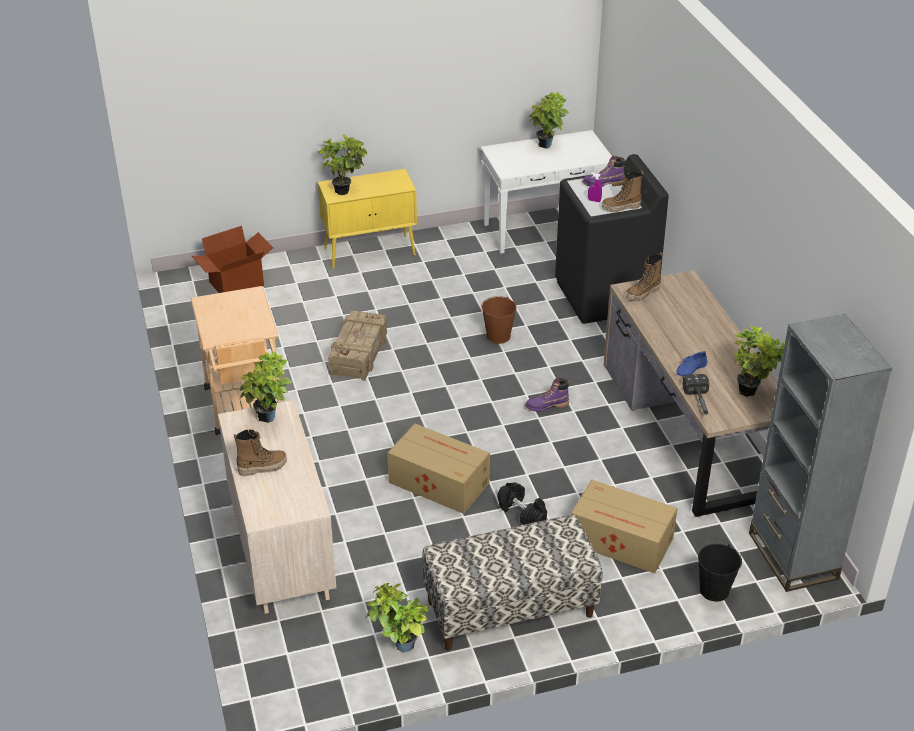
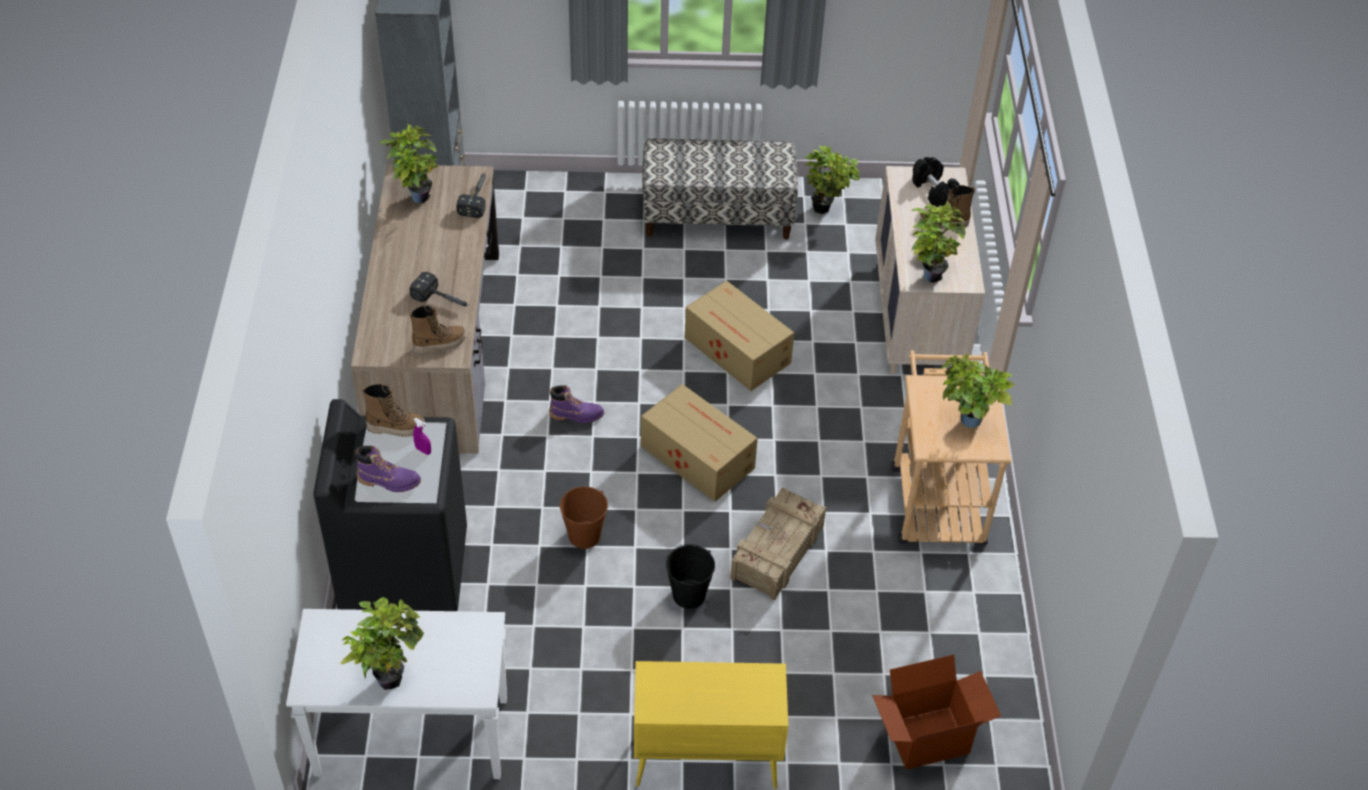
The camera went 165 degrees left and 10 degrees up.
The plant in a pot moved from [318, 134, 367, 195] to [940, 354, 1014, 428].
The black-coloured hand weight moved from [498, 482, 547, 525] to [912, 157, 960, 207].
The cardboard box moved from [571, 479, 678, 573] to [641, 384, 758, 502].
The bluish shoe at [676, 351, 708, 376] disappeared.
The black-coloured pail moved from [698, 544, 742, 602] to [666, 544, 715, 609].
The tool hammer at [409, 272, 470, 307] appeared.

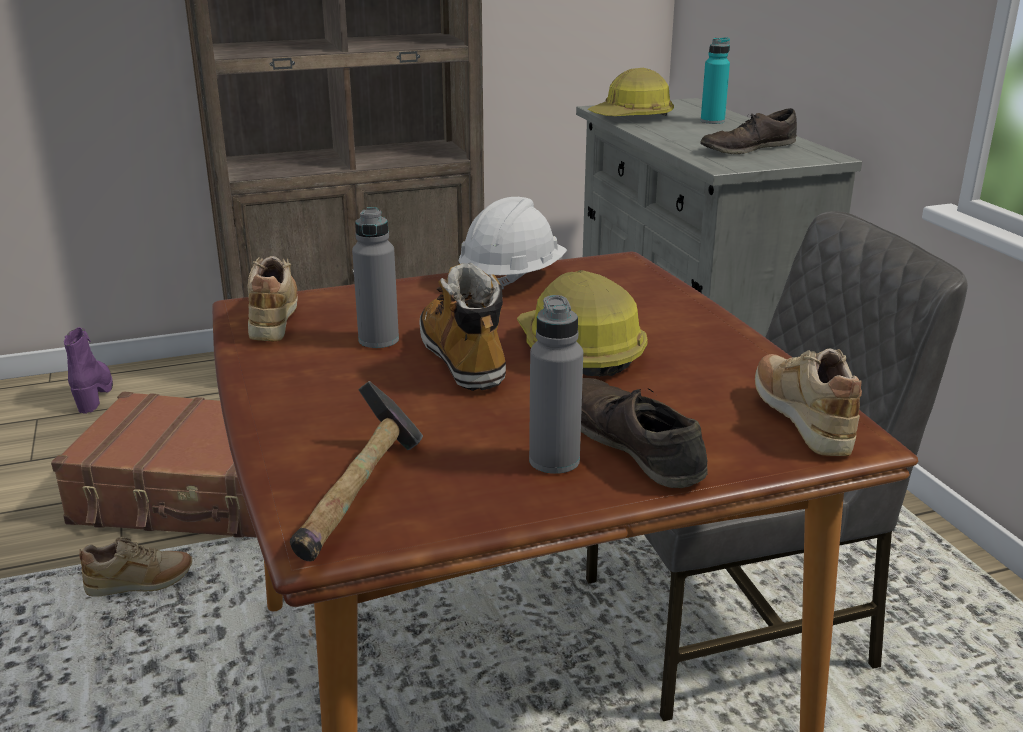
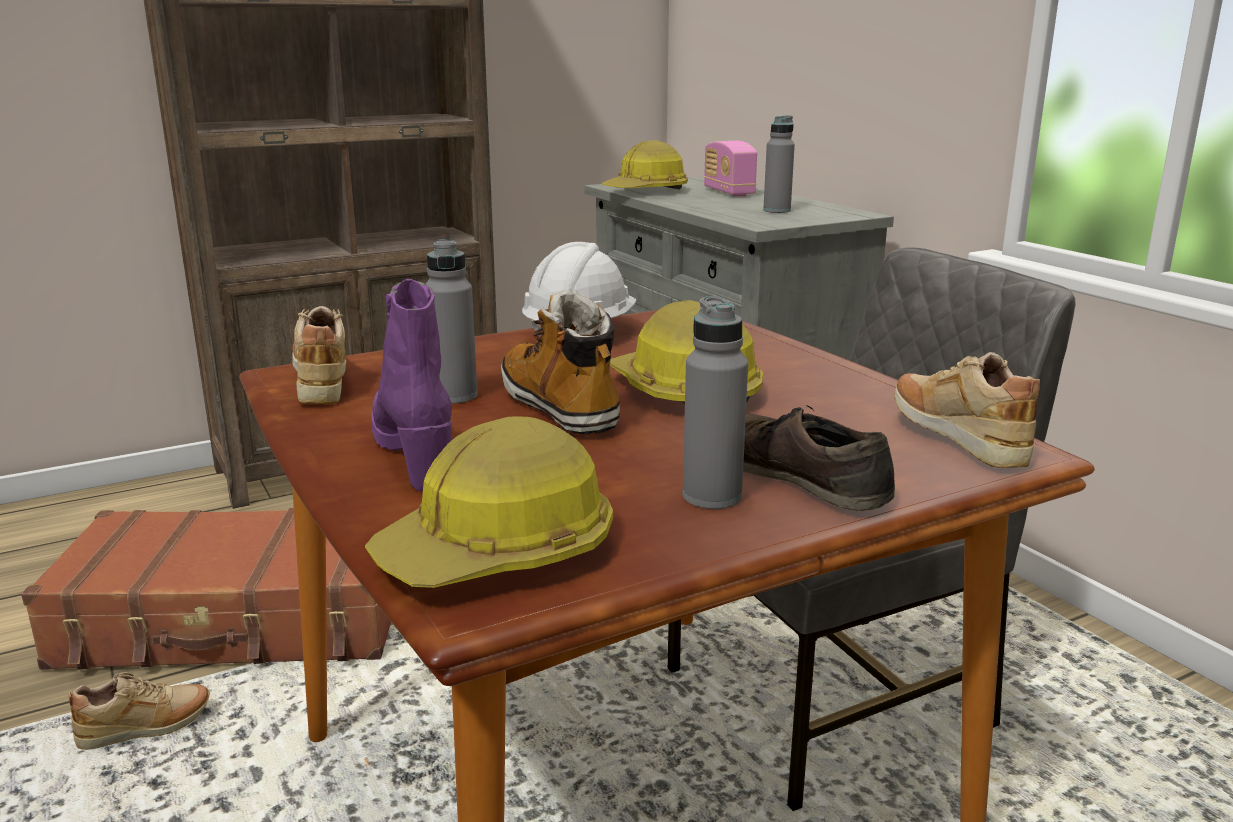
The camera went 10 degrees left and 5 degrees down.
The purplish high-top boot moved from [64, 327, 113, 413] to [372, 279, 452, 492].
The tool hammer at [290, 381, 423, 561] was replaced by the work helmet at [365, 416, 613, 588].
The brownish shoe at [700, 108, 797, 154] was replaced by the greyish bottle at [763, 115, 795, 213].
The turquoise bottle at [701, 37, 730, 124] was replaced by the radio set at [704, 141, 757, 196].

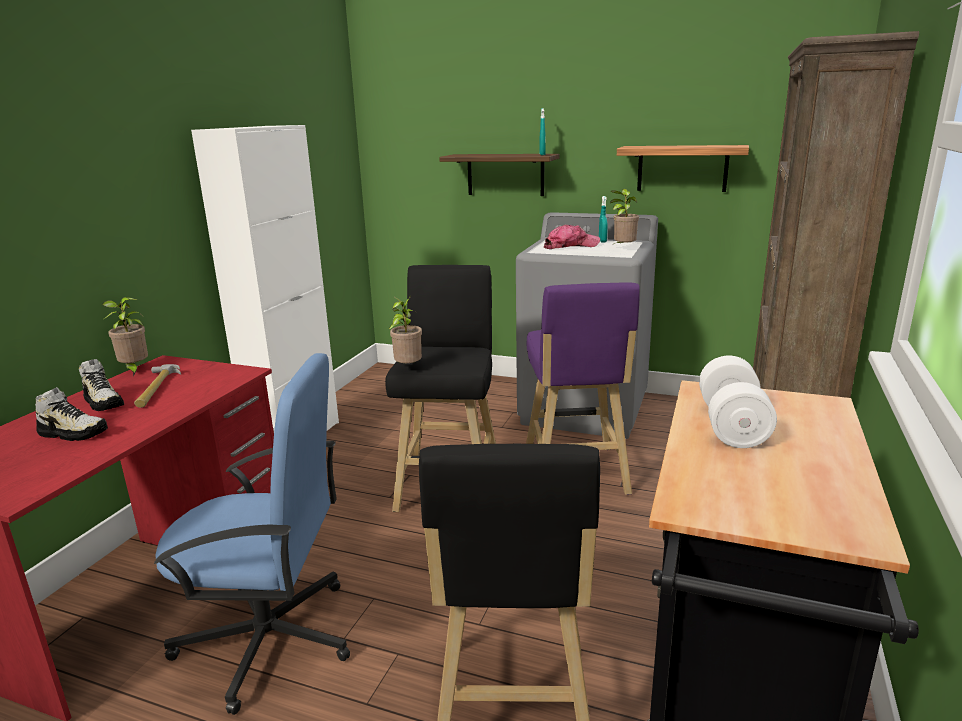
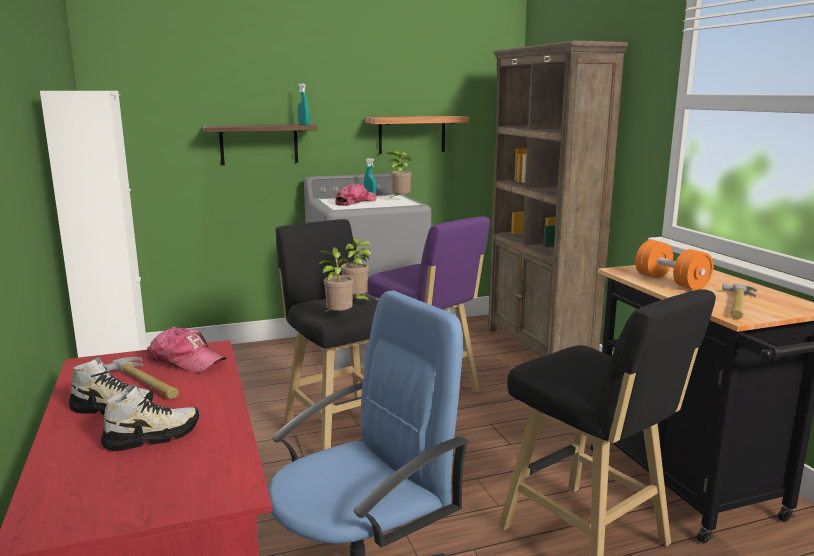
The camera went 40 degrees left and 5 degrees down.
The plant in a pot moved from [102, 297, 148, 376] to [341, 238, 372, 304].
The whitish hand weight at [699, 355, 777, 448] became the orangey hand weight at [635, 240, 713, 290].
The peaked cap at [147, 327, 226, 373] appeared.
The tool hammer at [722, 284, 757, 319] appeared.

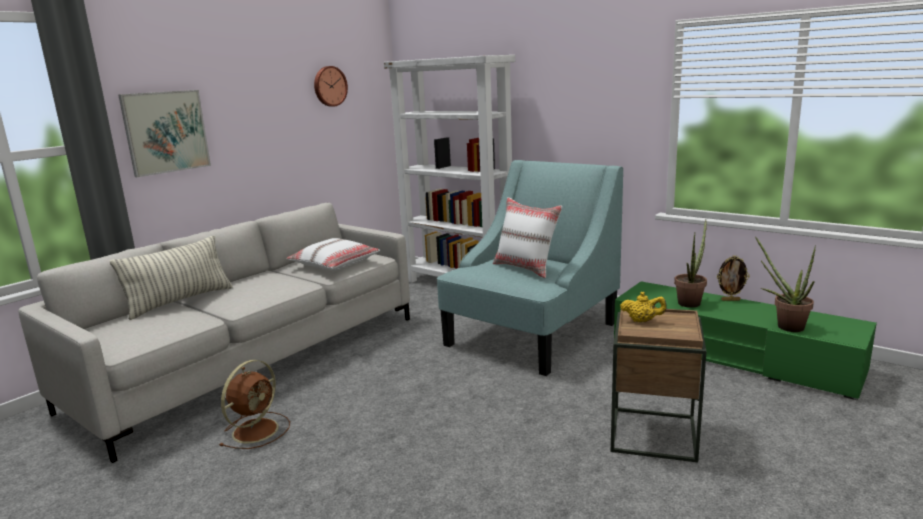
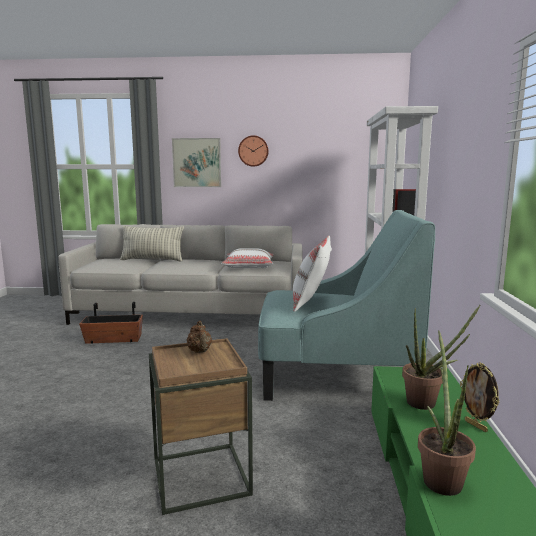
The camera went 55 degrees right and 5 degrees down.
The brownish cooling fan at [219, 360, 290, 449] was replaced by the planter at [79, 302, 143, 344].
The wall clock moved from [314, 66, 348, 106] to [238, 135, 269, 167].
The yellow pot for tea at [620, 292, 667, 323] became the brownish pot for tea at [186, 321, 212, 353].

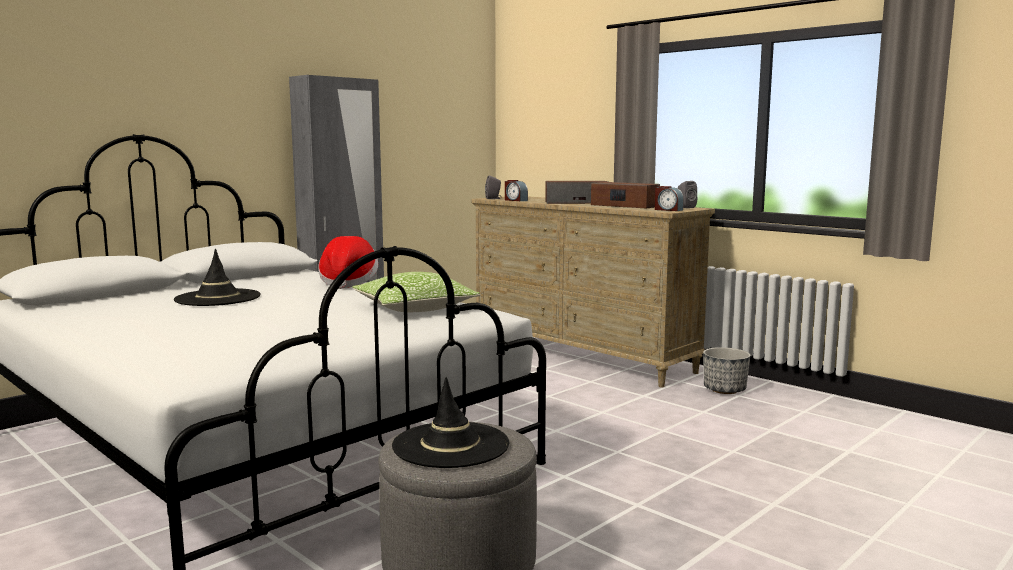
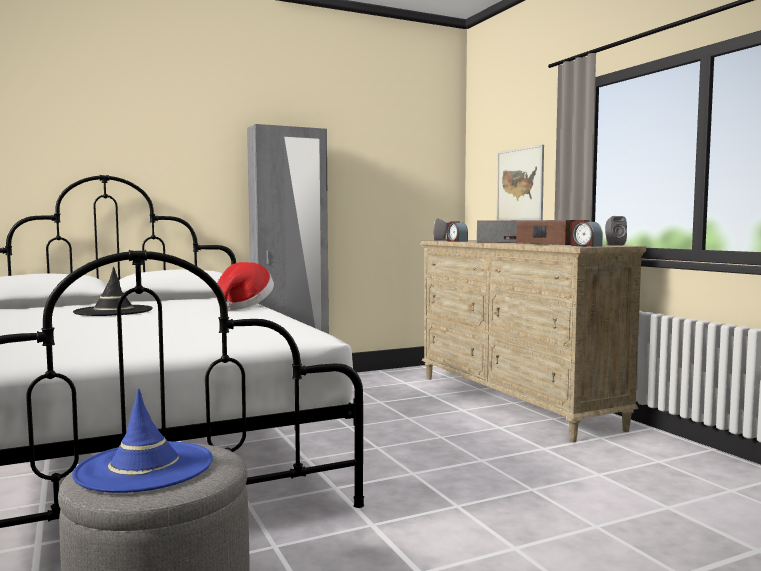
The camera went 20 degrees right and 5 degrees down.
The pillow at [352, 272, 480, 312] disappeared.
The black-coloured hat at [392, 377, 509, 468] became the bluish hat at [72, 388, 213, 493].
The planter at [703, 347, 750, 394] disappeared.
The wall art at [497, 145, 544, 220] appeared.

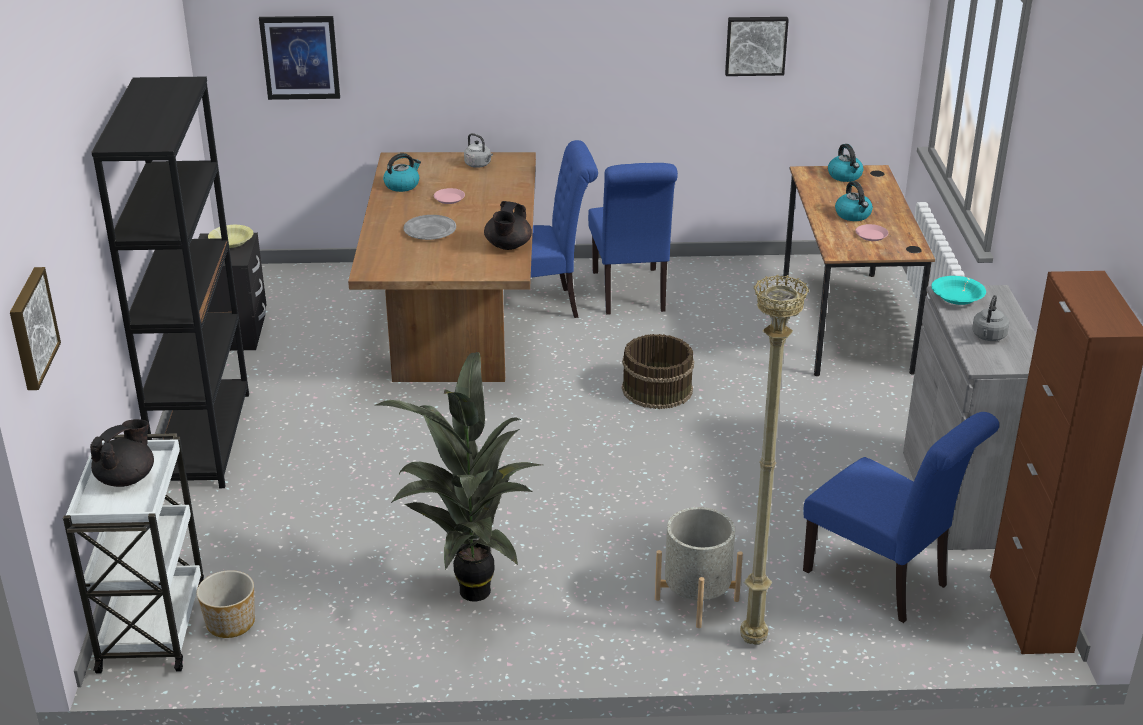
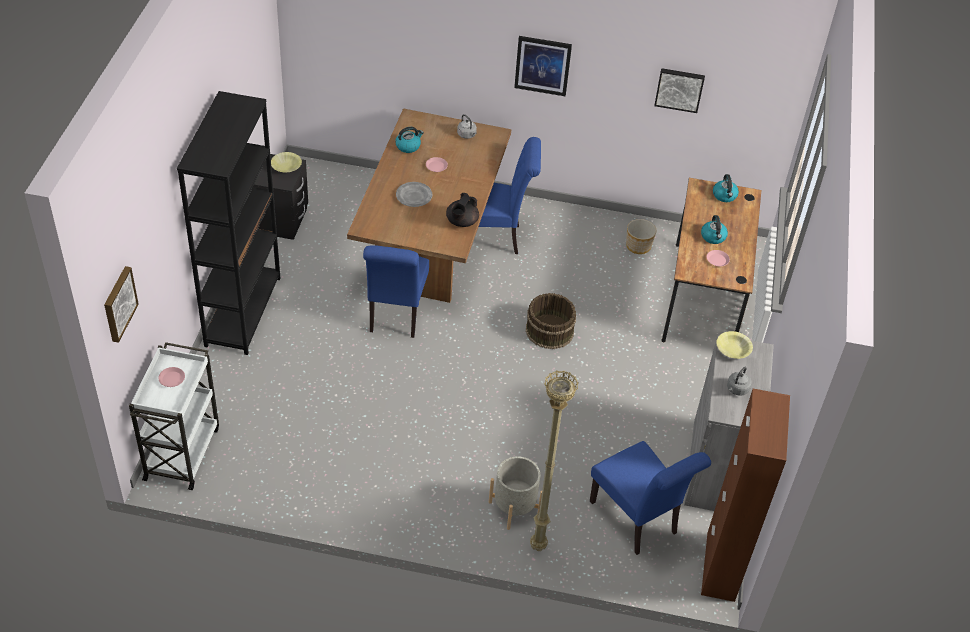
The camera went 10 degrees right and 15 degrees up.
The black-coloured pot for tea at [90, 419, 154, 487] was replaced by the pinkish plate at [158, 367, 185, 387].
The planter moved from [197, 570, 255, 638] to [626, 219, 656, 254].
The wall art moved from [259, 16, 340, 100] to [514, 36, 572, 96].
The plant in a pot at [375, 352, 542, 602] disappeared.
The bluish plain chair moved from [588, 163, 678, 315] to [363, 245, 429, 338].
The turquoise bowl at [931, 276, 986, 305] became the yellow bowl at [716, 331, 753, 359].

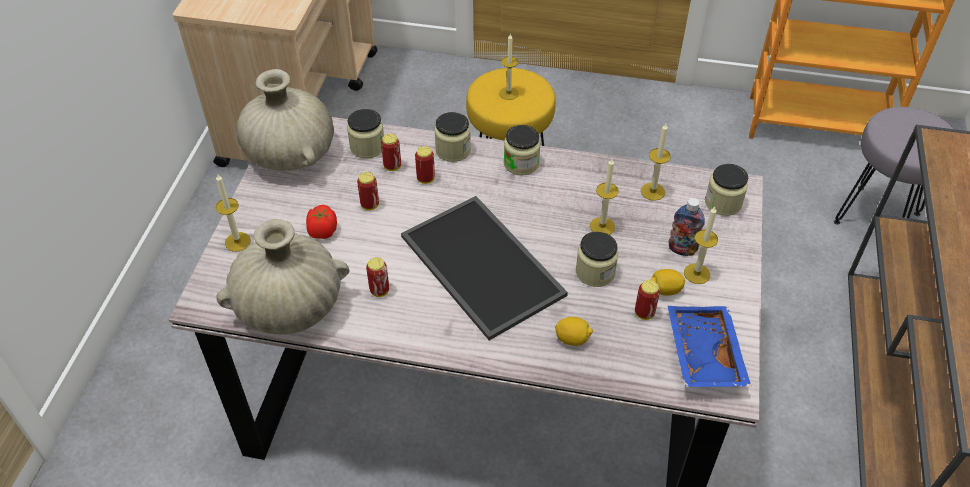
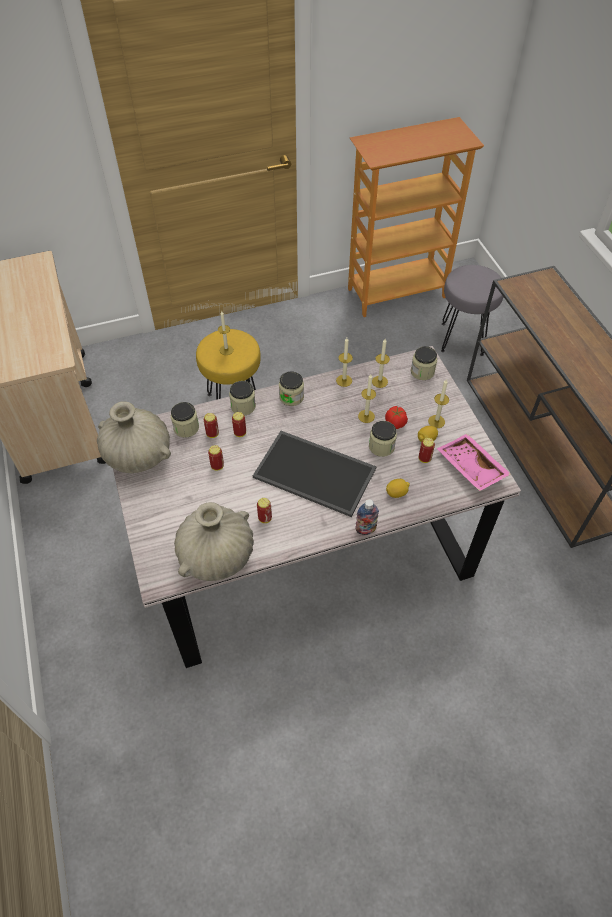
The camera went 30 degrees left and 5 degrees up.
The candle moved from [216, 173, 251, 252] to [336, 338, 353, 387].
The fresh tomato moved from [306, 205, 337, 239] to [385, 406, 408, 429].
The bluish serving tray at [668, 306, 751, 387] became the pinkish serving tray at [436, 434, 511, 491].
The bottle moved from [669, 198, 705, 256] to [355, 499, 379, 535].

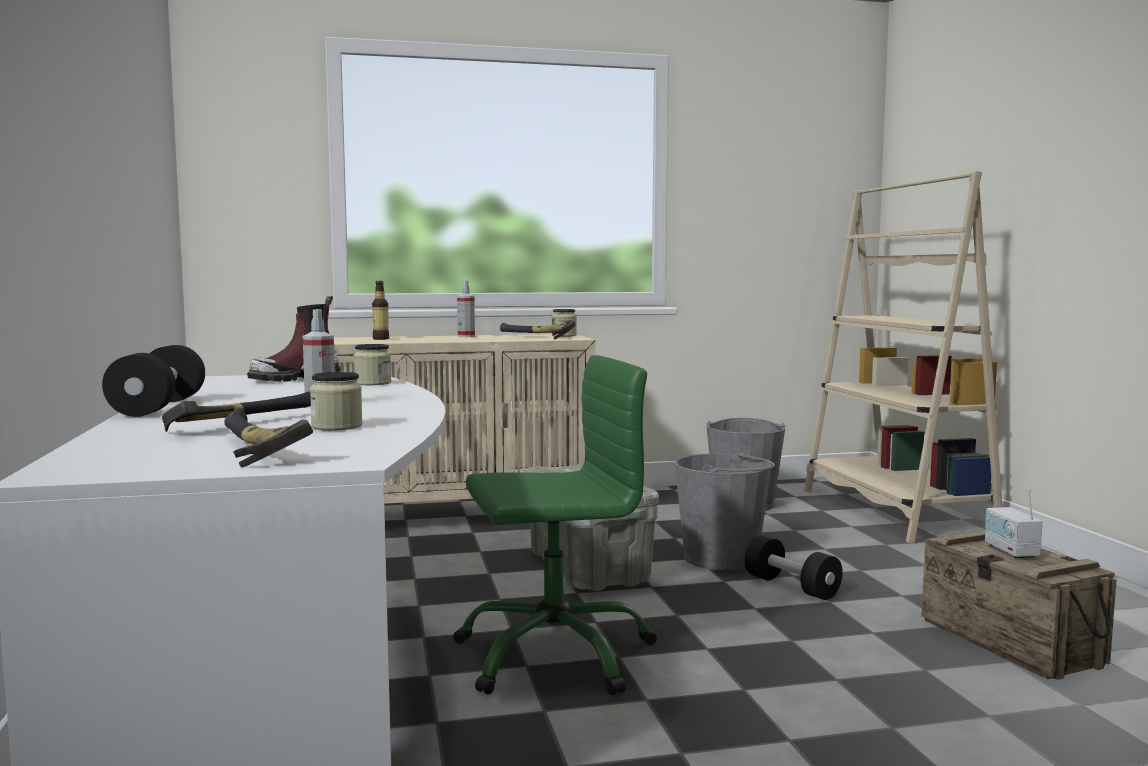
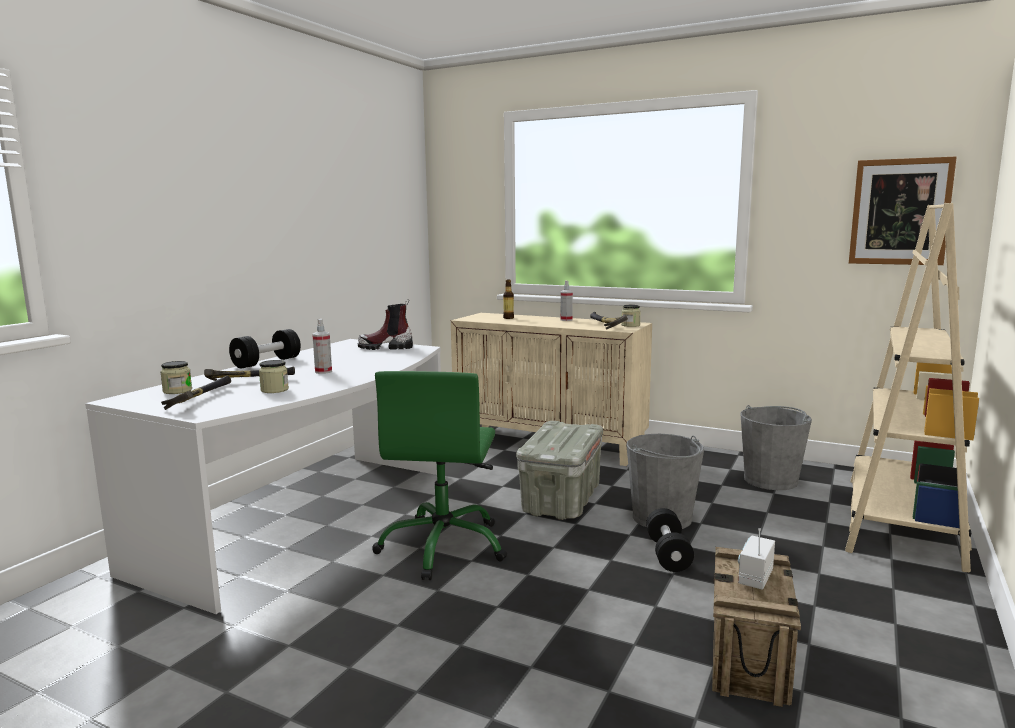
The camera went 40 degrees right and 5 degrees up.
The preserve jar moved from [354, 344, 391, 385] to [160, 361, 192, 394].
The green-coloured office chair at [453, 355, 657, 696] turned 75 degrees clockwise.
The wall art at [849, 157, 957, 265] appeared.

